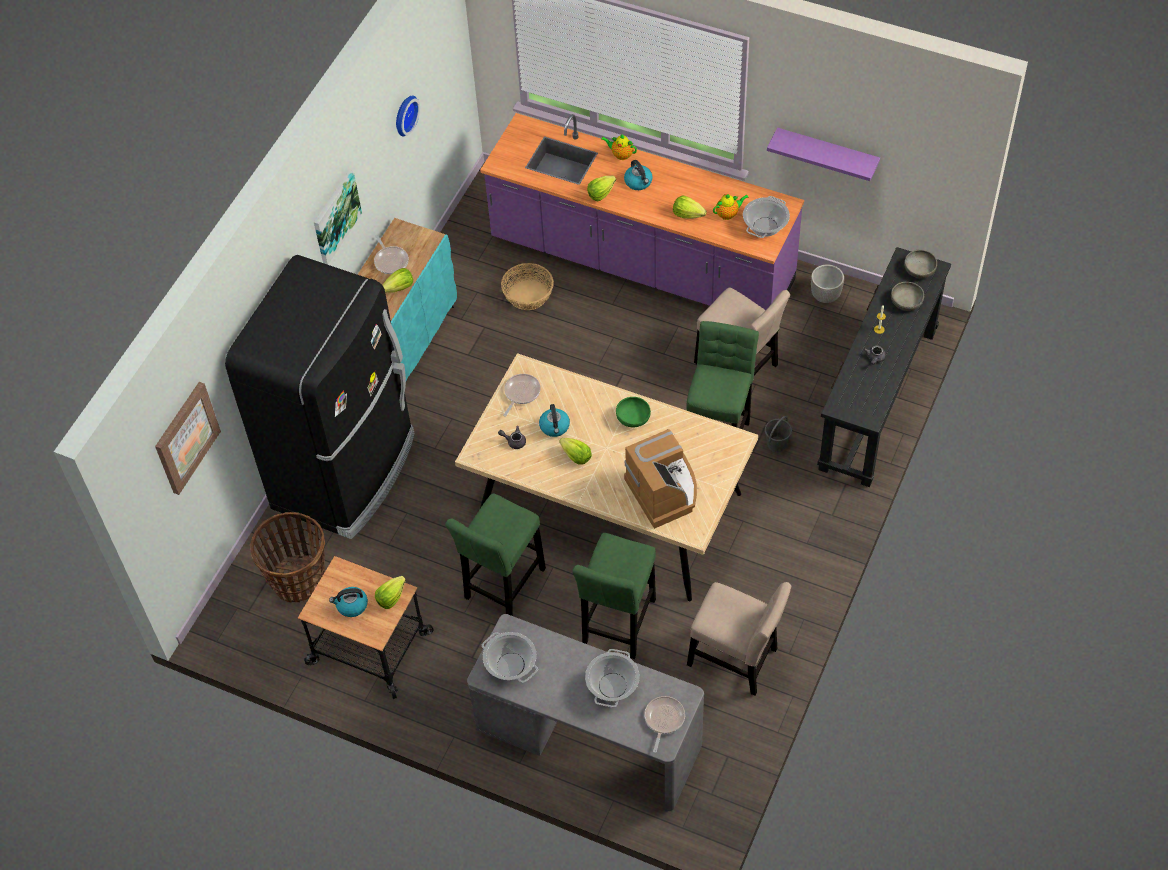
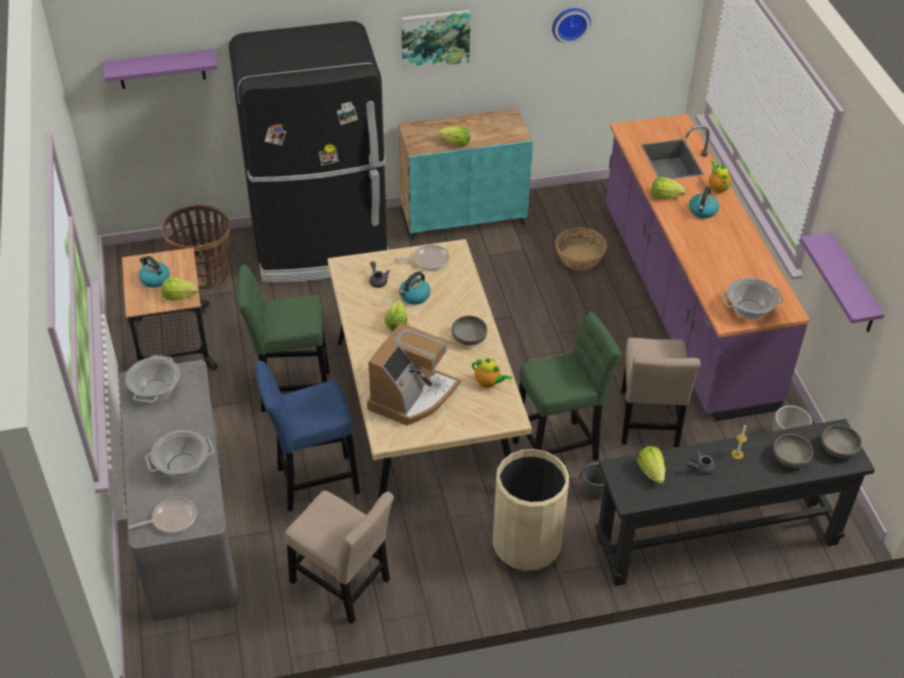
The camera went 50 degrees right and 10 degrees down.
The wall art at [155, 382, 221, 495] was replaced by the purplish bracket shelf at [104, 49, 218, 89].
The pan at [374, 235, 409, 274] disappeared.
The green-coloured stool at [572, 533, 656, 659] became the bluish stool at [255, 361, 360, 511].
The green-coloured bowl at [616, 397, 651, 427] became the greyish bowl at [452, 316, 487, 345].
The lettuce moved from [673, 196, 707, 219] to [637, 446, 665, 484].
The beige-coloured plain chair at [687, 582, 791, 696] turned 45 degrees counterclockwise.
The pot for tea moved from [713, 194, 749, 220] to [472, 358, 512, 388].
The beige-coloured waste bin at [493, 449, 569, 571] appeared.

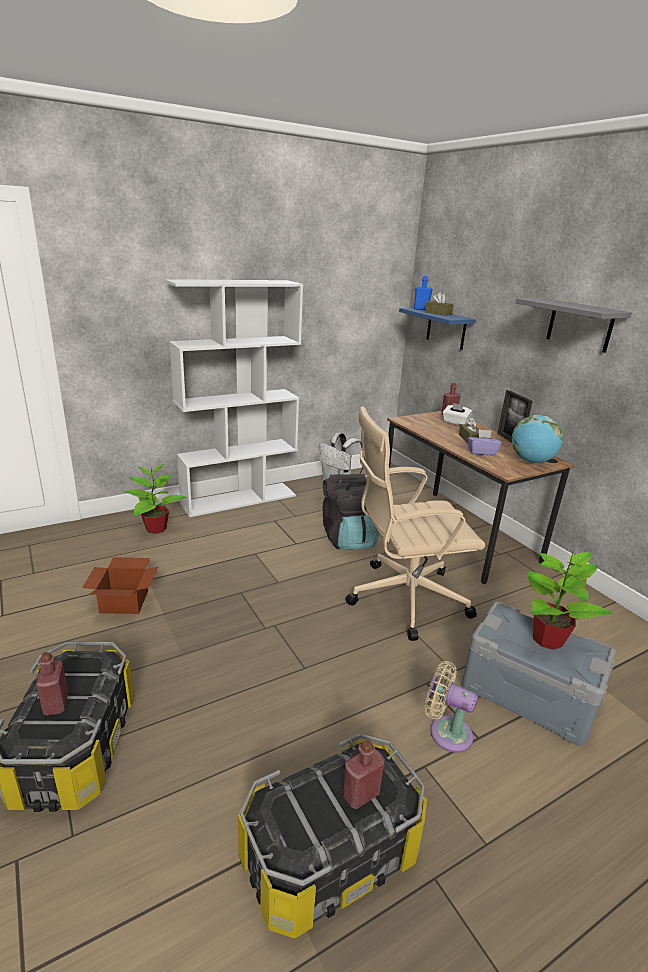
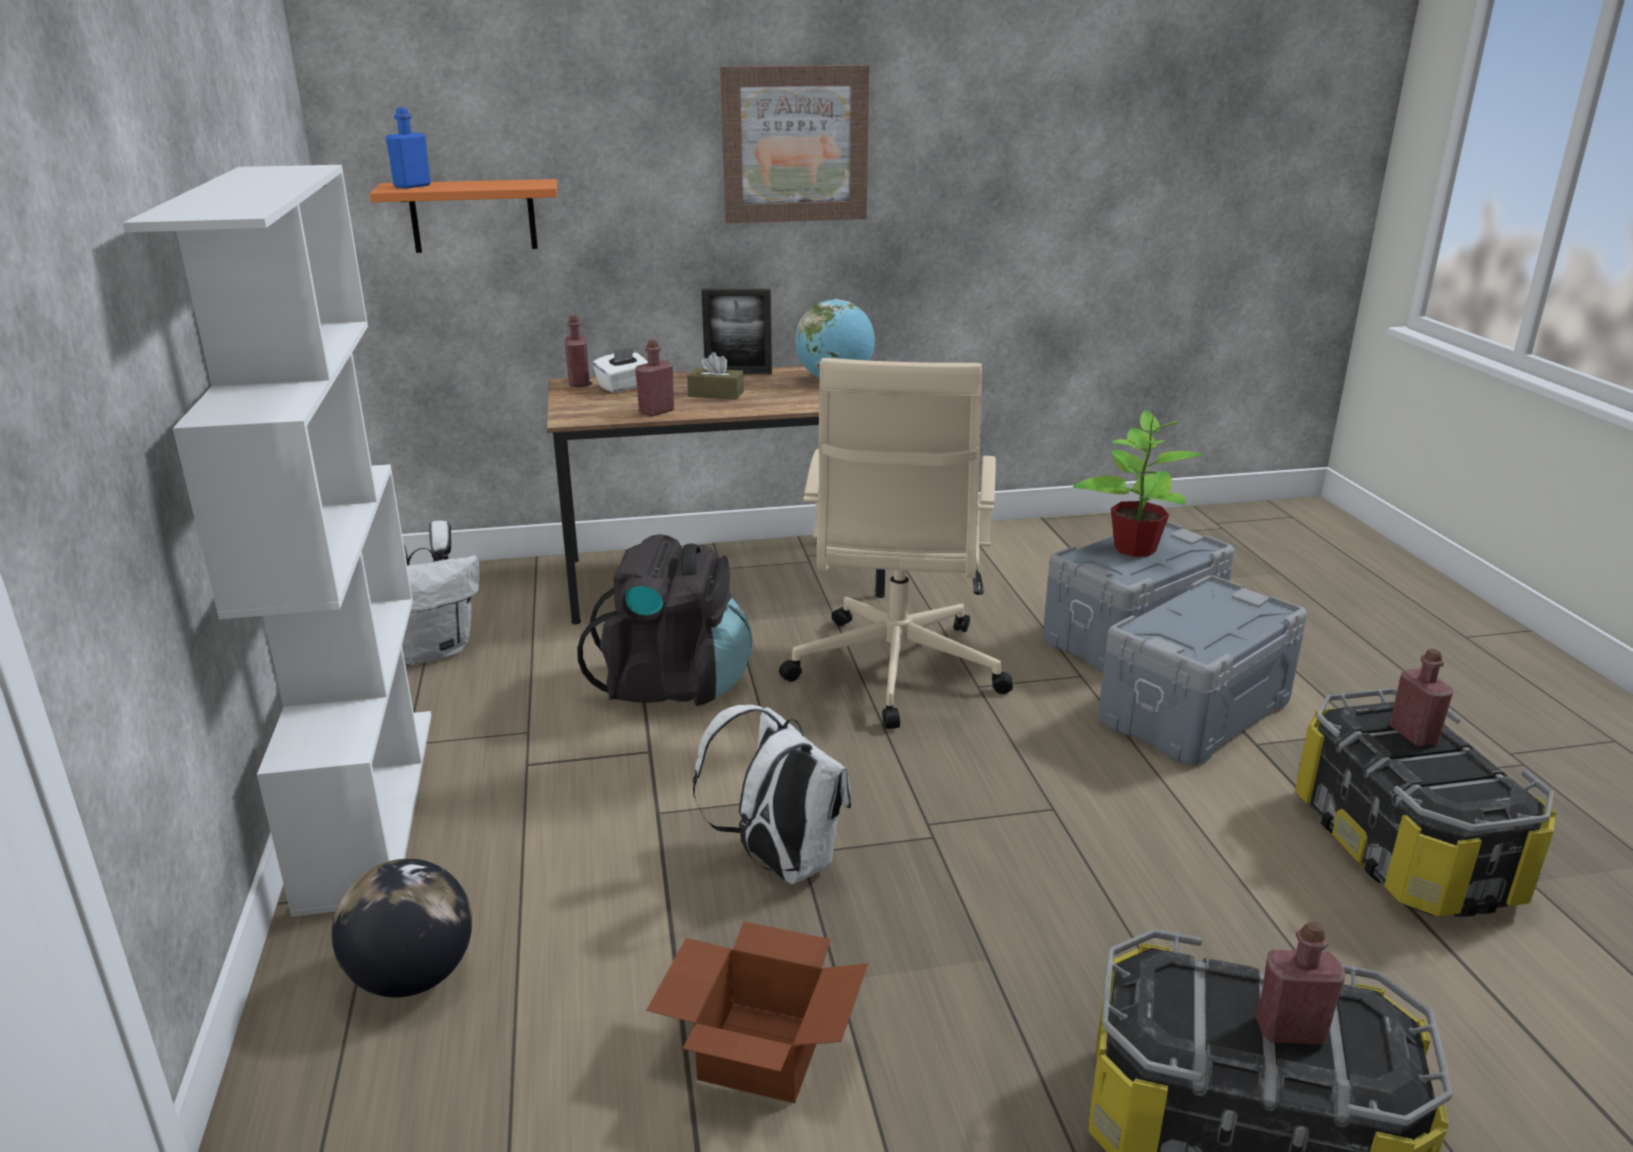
The camera went 70 degrees left and 0 degrees up.
The plant in a pot at [124, 464, 187, 534] was replaced by the globe at [332, 859, 472, 997].
The bluish bracket shelf at [399, 308, 476, 350] became the orangey bracket shelf at [369, 179, 557, 253].
The brownish tissue box at [425, 292, 454, 316] disappeared.
The beige-coloured cooling fan at [425, 661, 478, 753] was replaced by the greyish storage container at [1098, 575, 1307, 765].
The purplish tissue box at [467, 430, 502, 455] disappeared.
The greyish bracket shelf at [516, 298, 632, 353] was replaced by the wall art at [720, 65, 869, 223].
The reddish bottle at [635, 340, 674, 417] appeared.
The whitish knapsack at [693, 705, 851, 884] appeared.

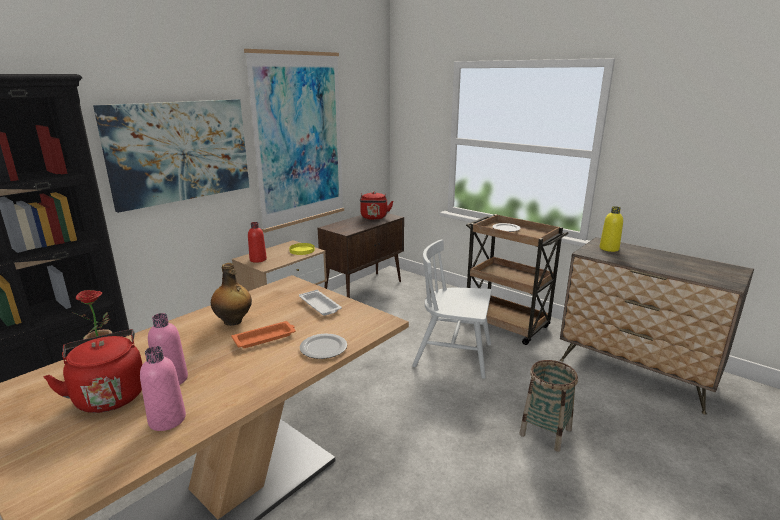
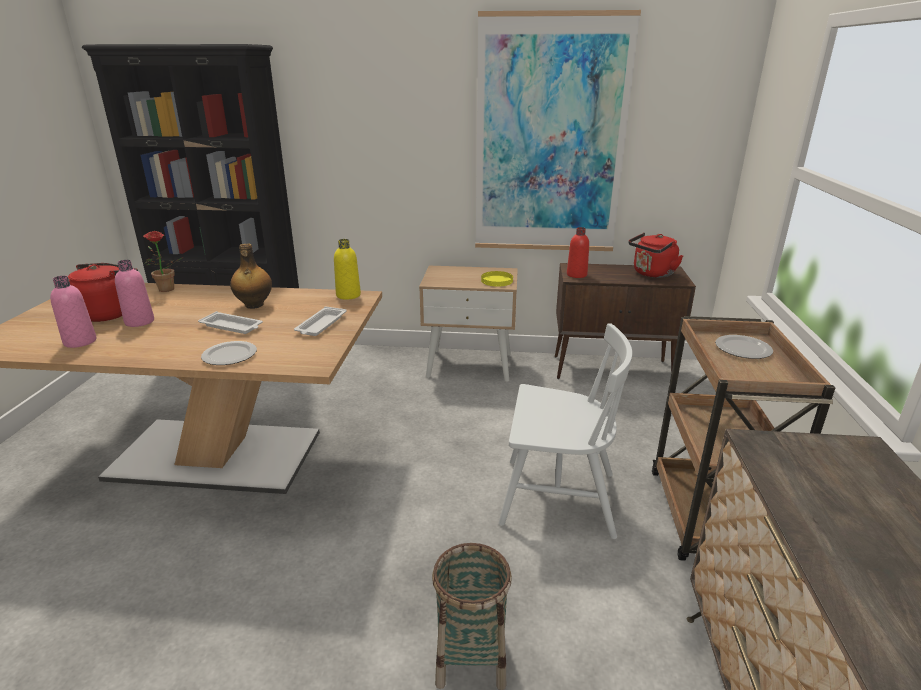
The camera went 55 degrees right and 5 degrees up.
The wall art at [93, 99, 249, 213] disappeared.
The orangey serving tray at [231, 321, 295, 348] became the whitish serving tray at [198, 311, 263, 334].
The reddish bottle moved from [248, 222, 267, 263] to [567, 227, 589, 278].
The whitish plain chair at [412, 240, 492, 379] turned 120 degrees clockwise.
The yellow bottle moved from [600, 206, 623, 252] to [334, 239, 361, 300].

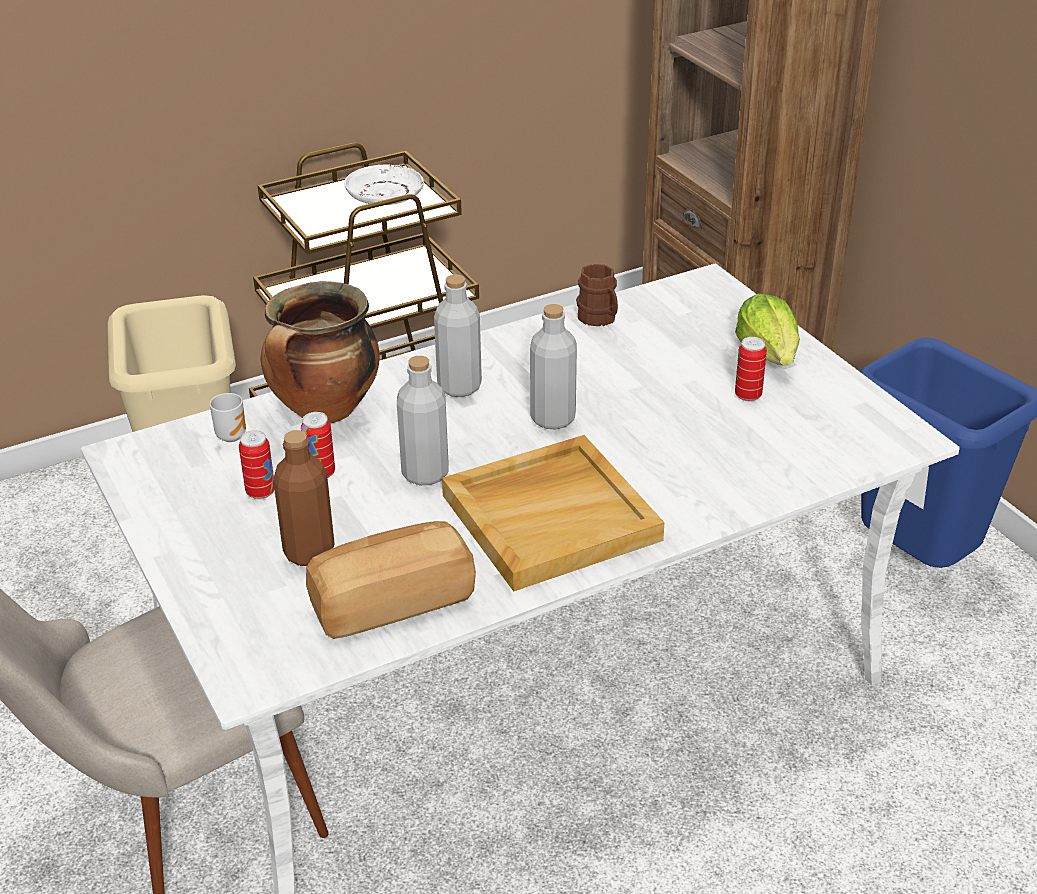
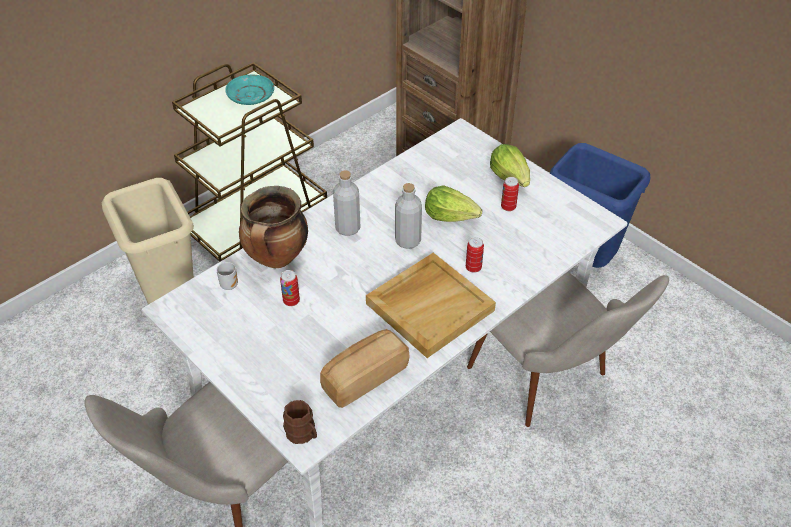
The camera went 15 degrees left and 10 degrees up.
The can moved from [239, 430, 274, 499] to [466, 237, 484, 273].
The brownish bottle at [273, 430, 335, 566] disappeared.
The whitish plate at [344, 165, 424, 205] became the turquoise plate at [225, 75, 274, 105].
The greyish bottle at [397, 356, 449, 485] disappeared.
The brownish coffee mug moved from [576, 264, 618, 326] to [283, 400, 317, 444].
The lettuce at [425, 185, 483, 222] appeared.
The beige-coloured plain chair at [467, 272, 669, 427] appeared.

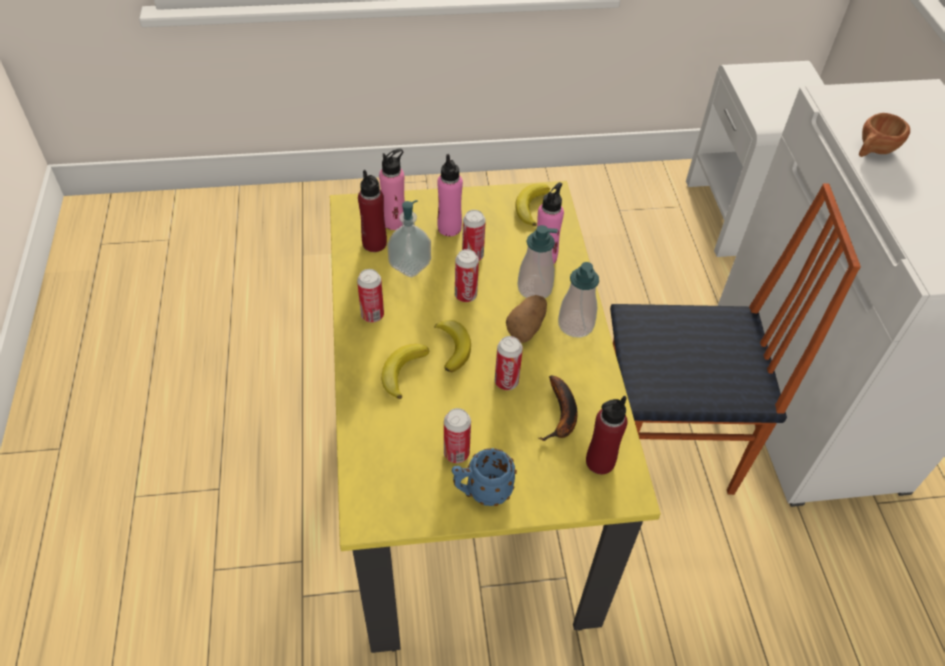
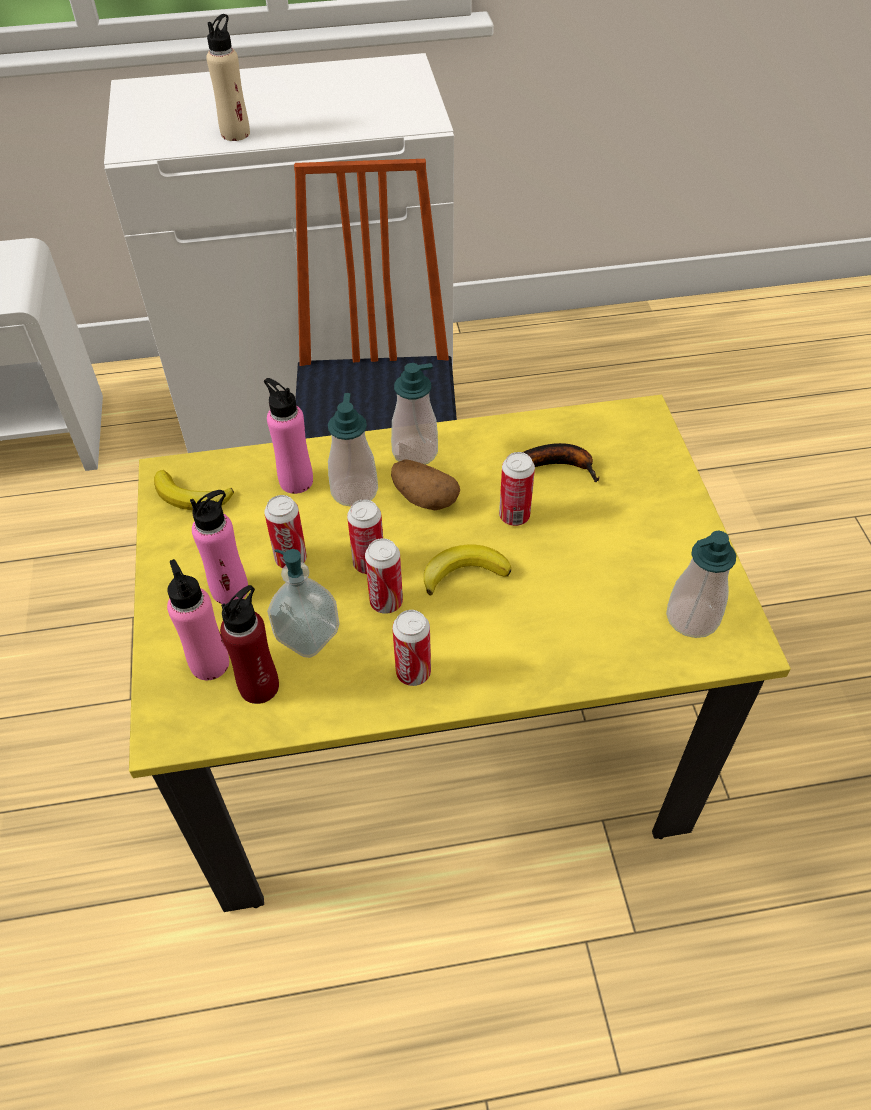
The camera went 90 degrees left and 0 degrees up.
The banana fruit at [382, 344, 429, 399] disappeared.
The can moved from [444, 408, 471, 463] to [365, 538, 403, 614].
The bluish coffee mug at [452, 448, 517, 506] disappeared.
The reddish bottle at [586, 396, 628, 474] disappeared.
The brownish cup at [859, 113, 910, 157] was replaced by the beige-coloured bottle at [206, 14, 250, 141].
The liquid soap bottle at [666, 531, 736, 638] appeared.

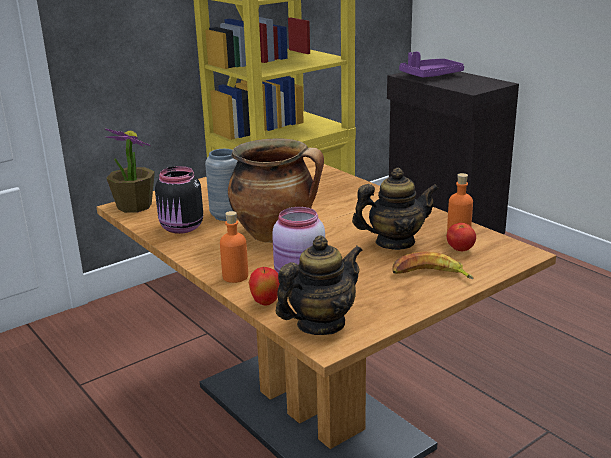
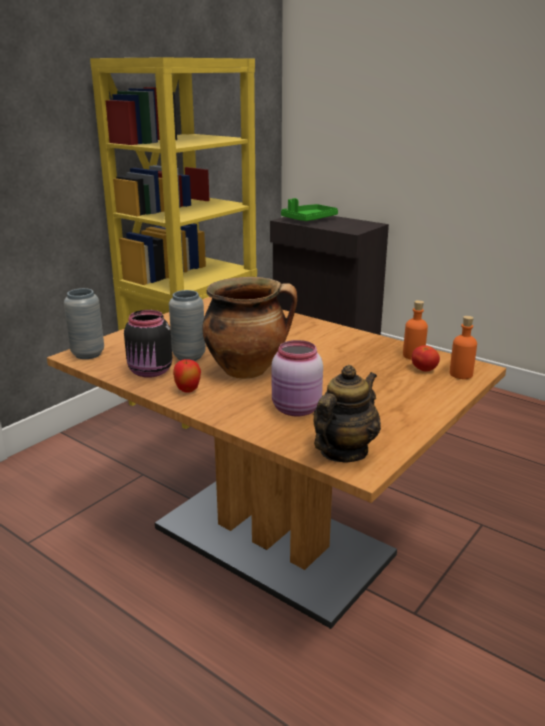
The camera went 15 degrees left and 0 degrees up.
The plant in a pot at [105, 128, 155, 213] was replaced by the greyish decorative vase at [64, 288, 104, 359].
The orangey bottle moved from [220, 211, 248, 283] to [450, 316, 477, 379].
The whole apple moved from [249, 267, 280, 305] to [173, 359, 201, 393].
The pot for tea at [352, 168, 439, 250] disappeared.
The banana fruit at [393, 251, 474, 279] disappeared.
The purplish serving tray at [399, 52, 464, 78] became the green-coloured serving tray at [281, 198, 338, 221].

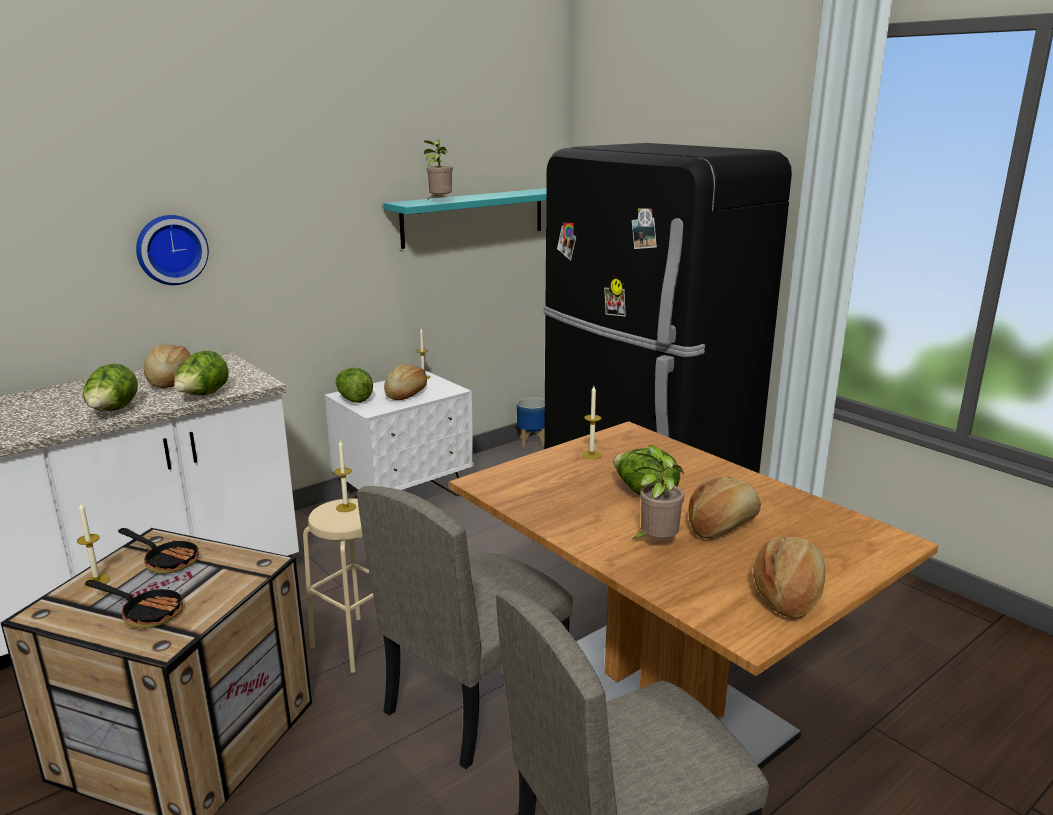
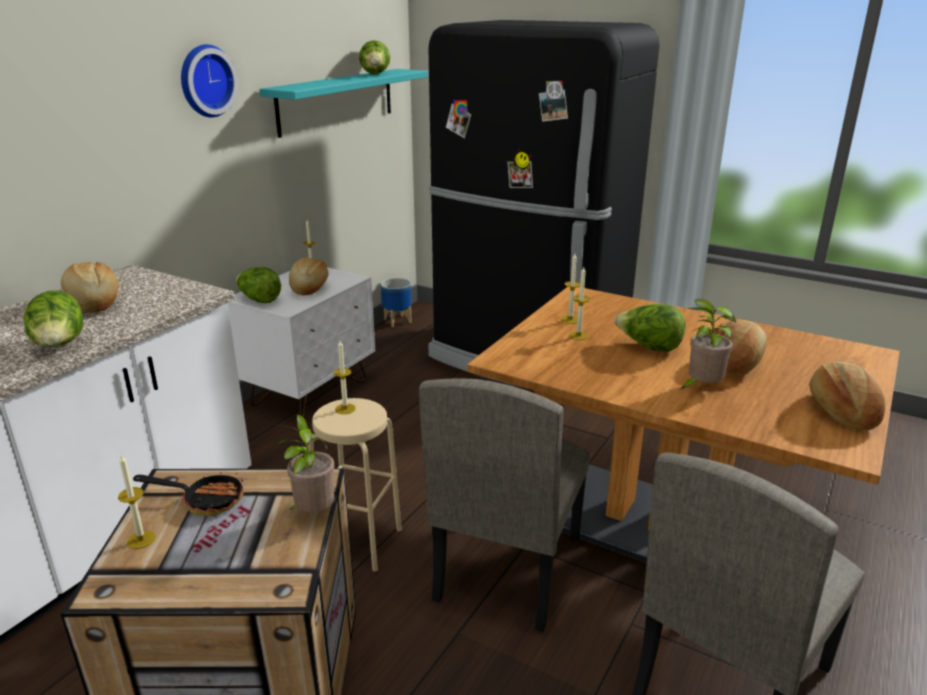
The camera went 20 degrees left and 5 degrees up.
The pan at [85, 580, 183, 629] disappeared.
The wall clock moved from [136, 215, 209, 285] to [181, 44, 238, 117].
The lettuce moved from [174, 351, 229, 395] to [359, 40, 390, 74].
The plant in a pot moved from [424, 139, 453, 199] to [276, 415, 335, 512].
The candle at [569, 267, 590, 340] appeared.

